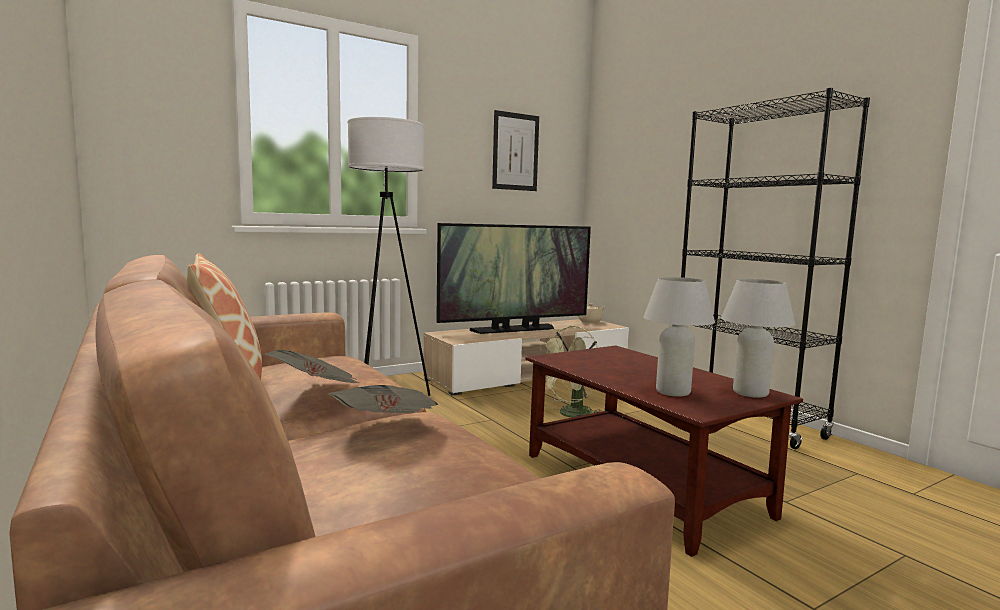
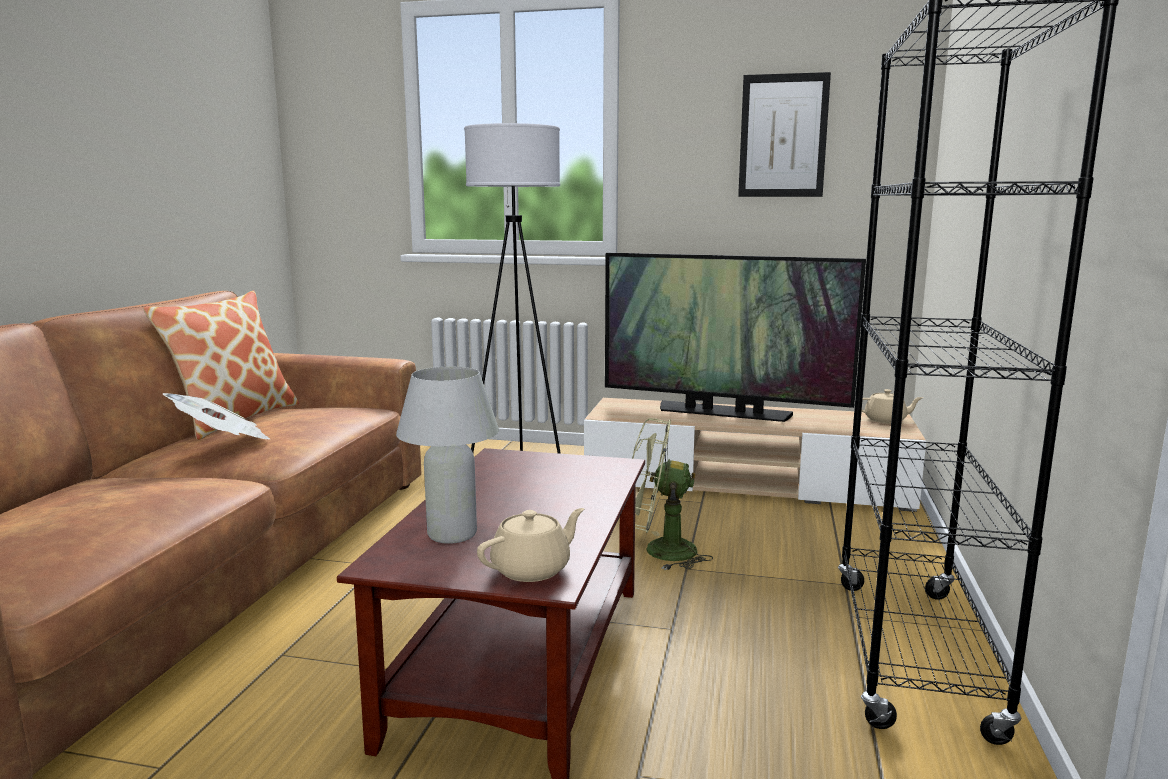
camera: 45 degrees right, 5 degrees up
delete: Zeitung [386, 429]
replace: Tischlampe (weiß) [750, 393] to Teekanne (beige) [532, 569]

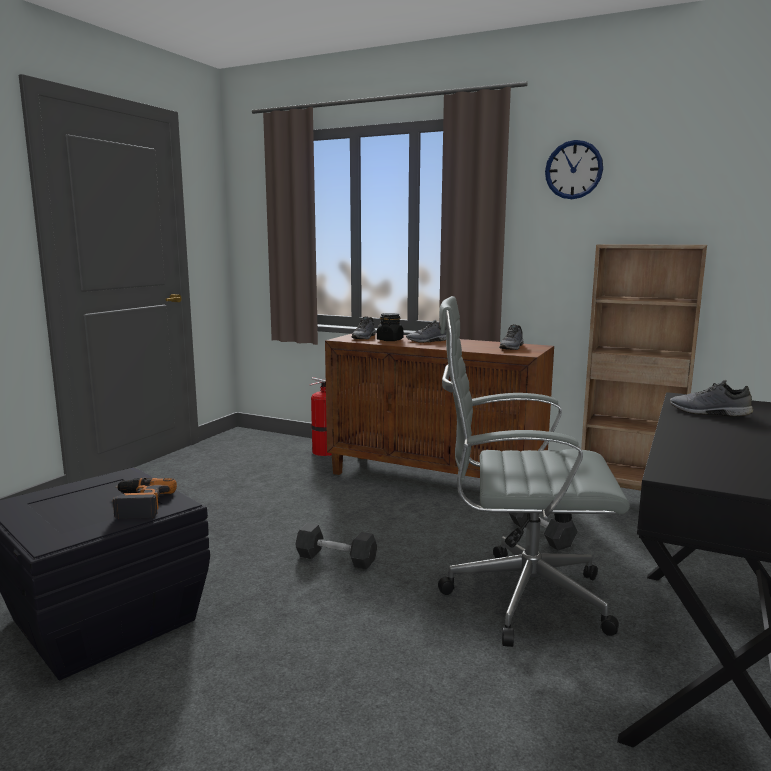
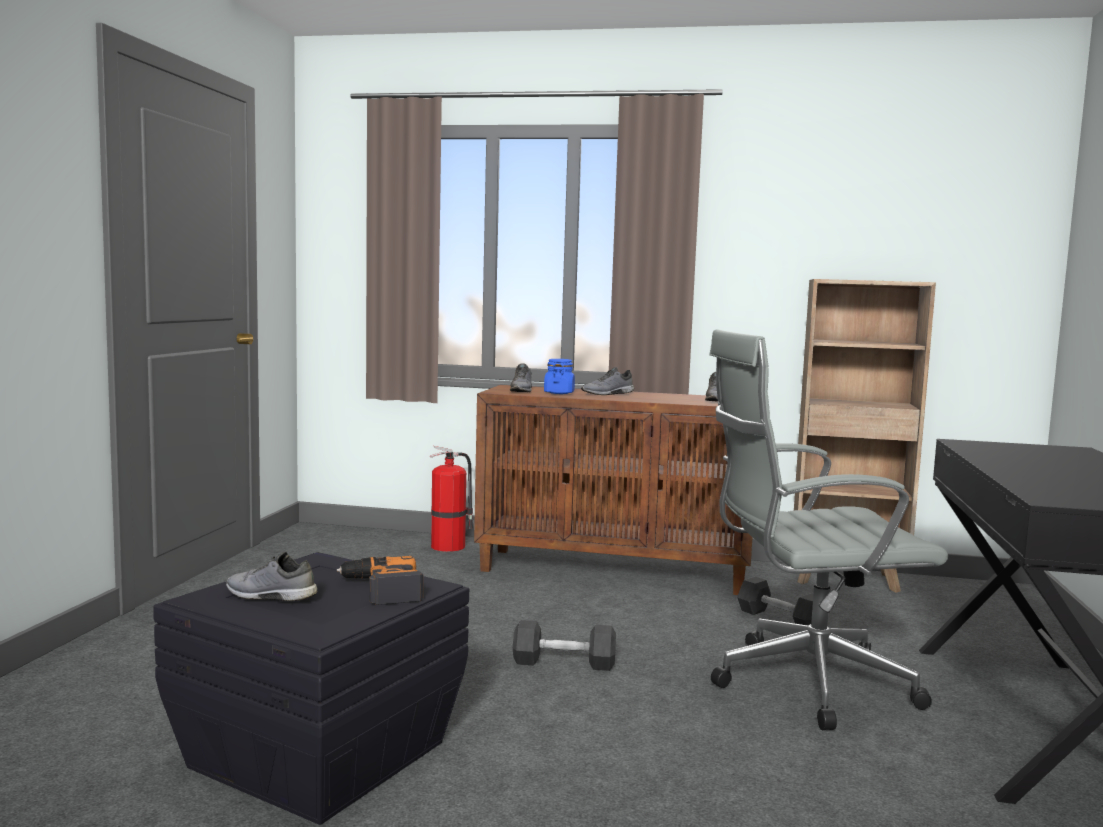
camera: 15 degrees left, 5 degrees down
delete: Wanduhr [573, 170]
move: Schuh (grau) [709, 413] to [269, 596]
recolor: Vorratsglas (schwarz) [390, 340] to Vorratsglas (blau) [559, 393]

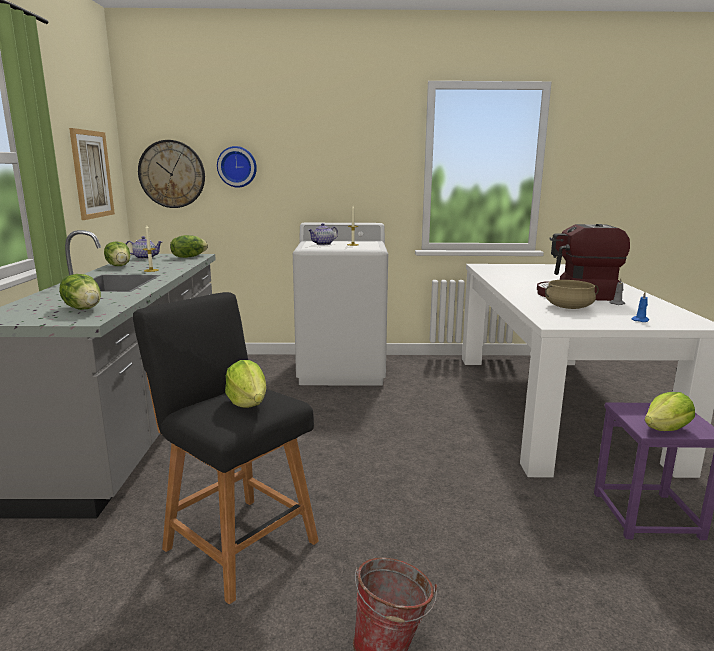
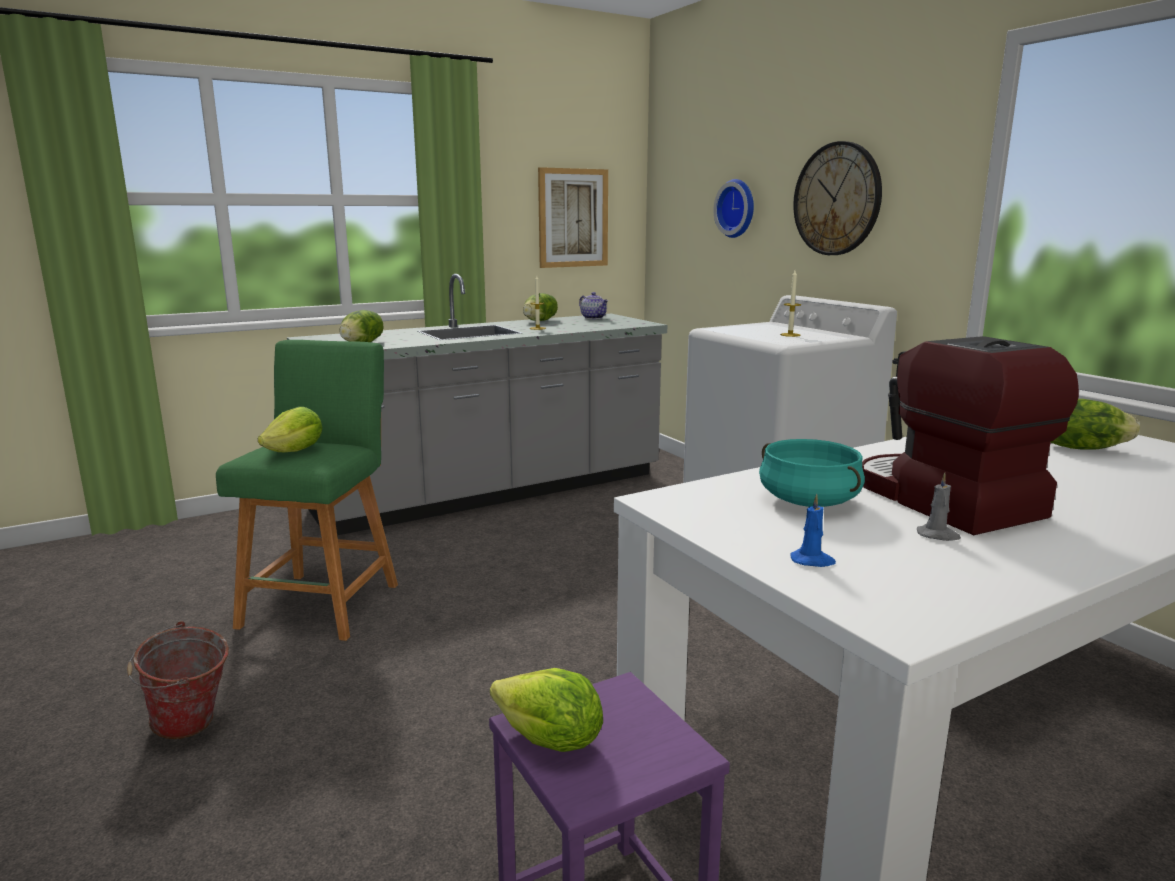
camera: 60 degrees right, 0 degrees up
delete: Teekanne [323, 244]
move: Wanduhr [172, 174] to [837, 199]; Salatkopf [189, 257] to [1080, 448]
recolor: Hocker (schwarz) [236, 542] to Hocker (grün) [324, 602]; Kochtopf (beige) [568, 307] to Kochtopf (türkis) [808, 501]

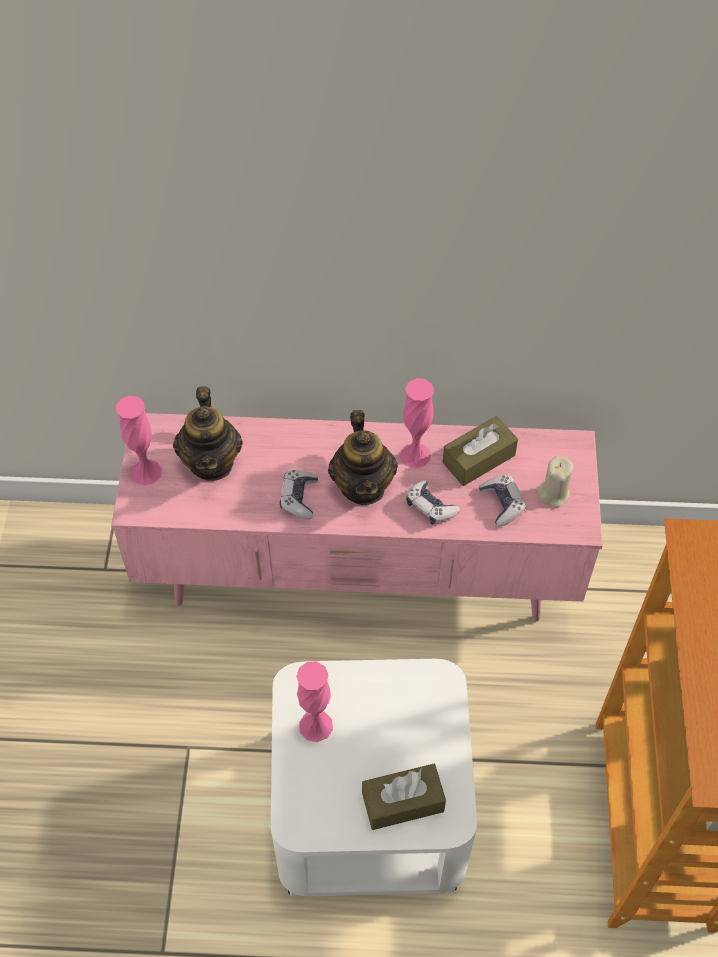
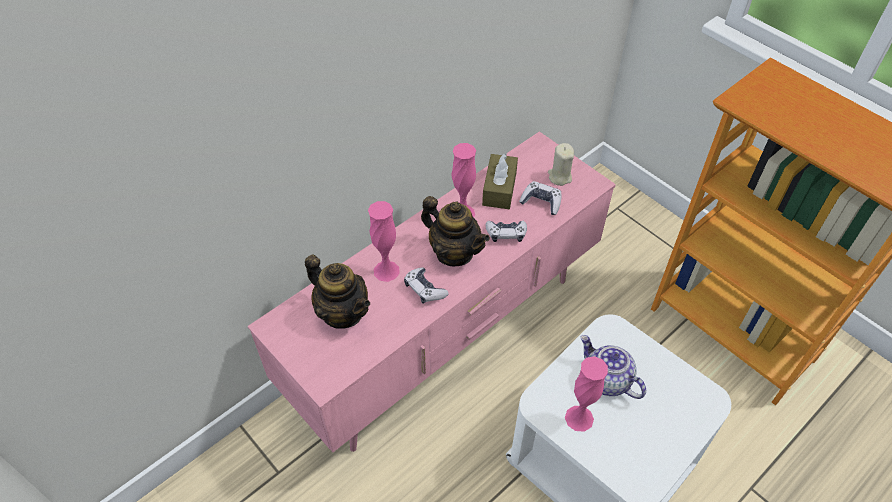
camera: 45 degrees left, 5 degrees down
delete: Taschentuchbox (braun) [403, 802]
insert: Teekanne [606, 380]
move: Vase (rosa) [146, 472] to [386, 271]

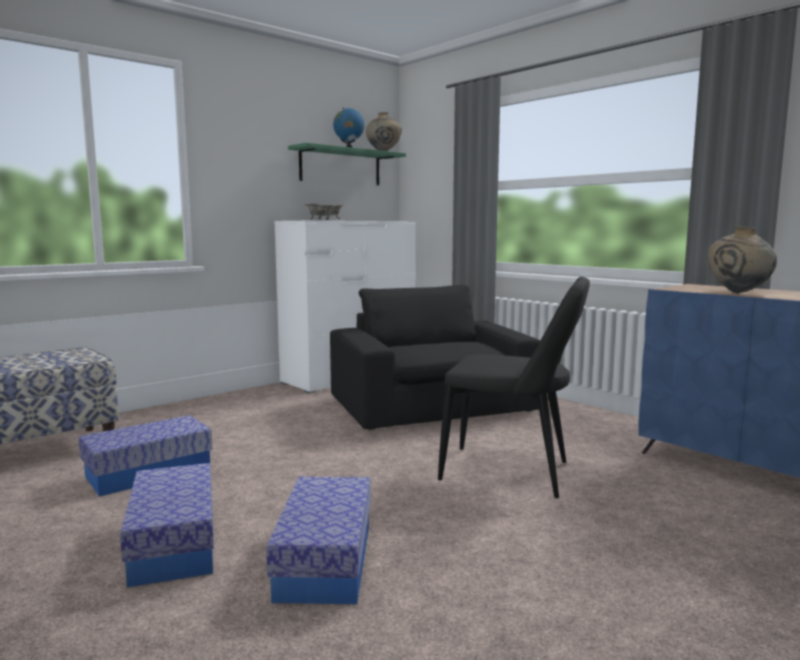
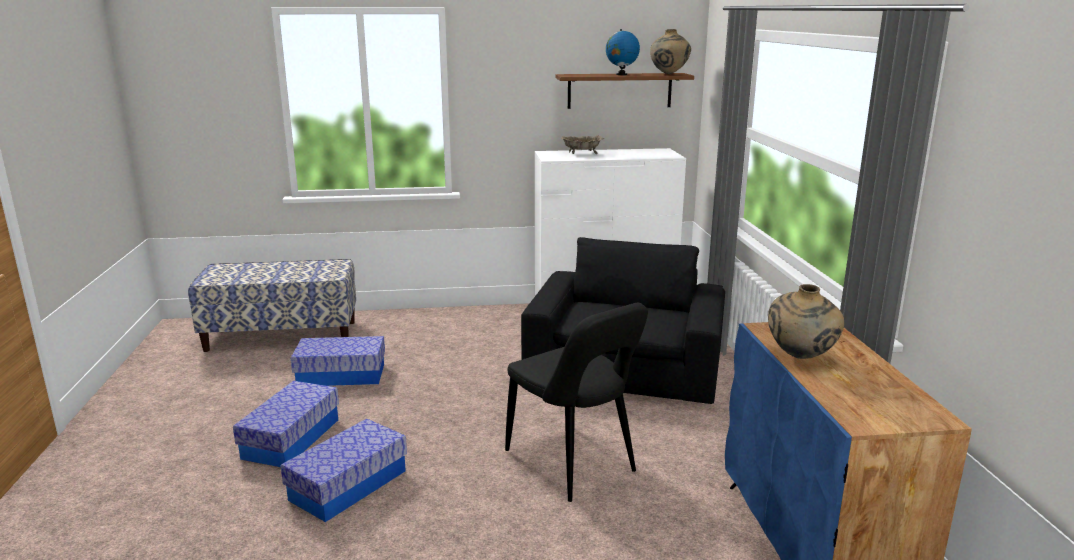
camera: 35 degrees right, 10 degrees up
recolor: Wandregal (grün) [340, 167] to Wandregal (braun) [619, 90]

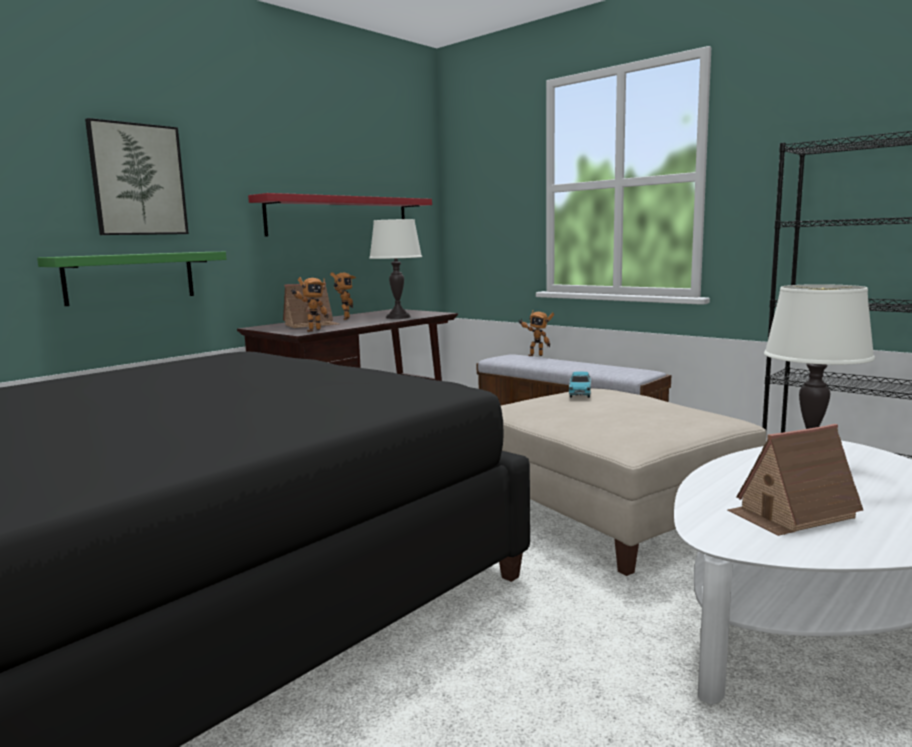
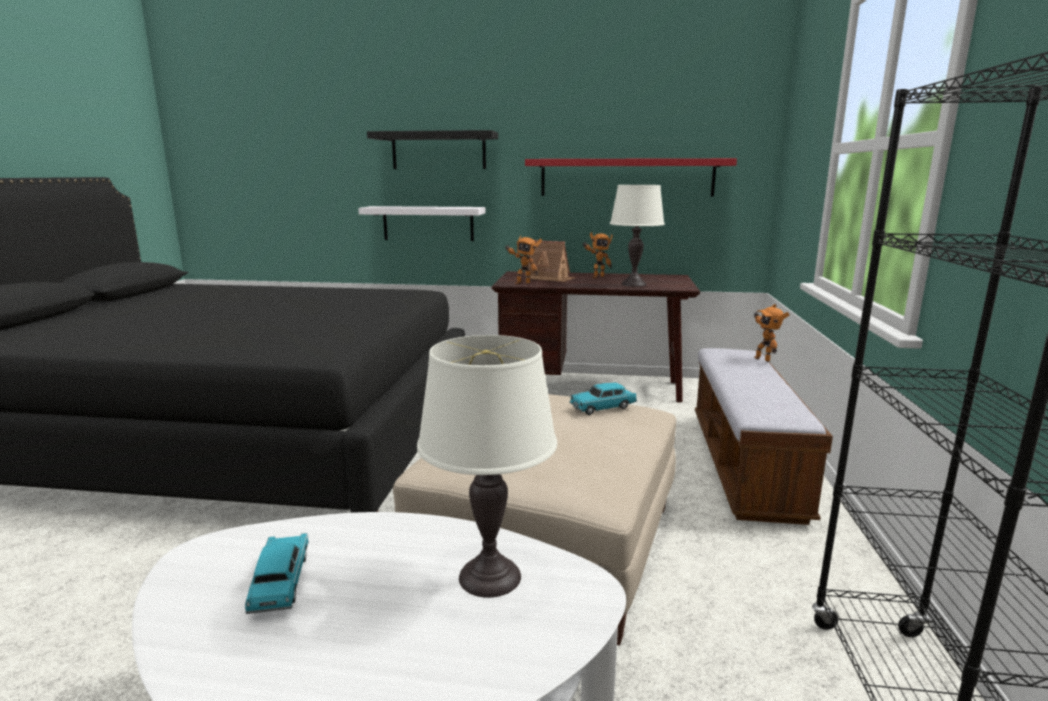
camera: 55 degrees right, 5 degrees up
replace: Bild [138, 180] to Wandregal (schwarz) [438, 151]; Spielzeughaus [792, 514] to Spielzeugauto (türkis) [281, 584]
recolor: Wandregal (grün) [130, 277] to Wandregal (weiß) [428, 223]

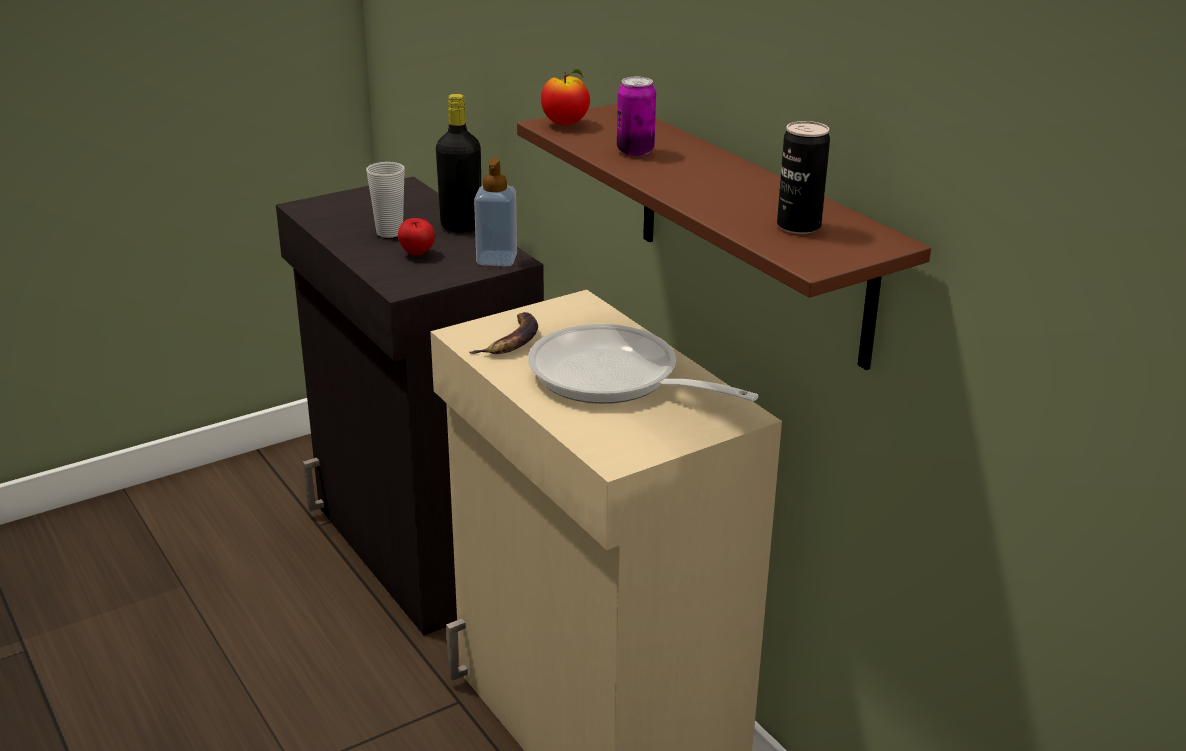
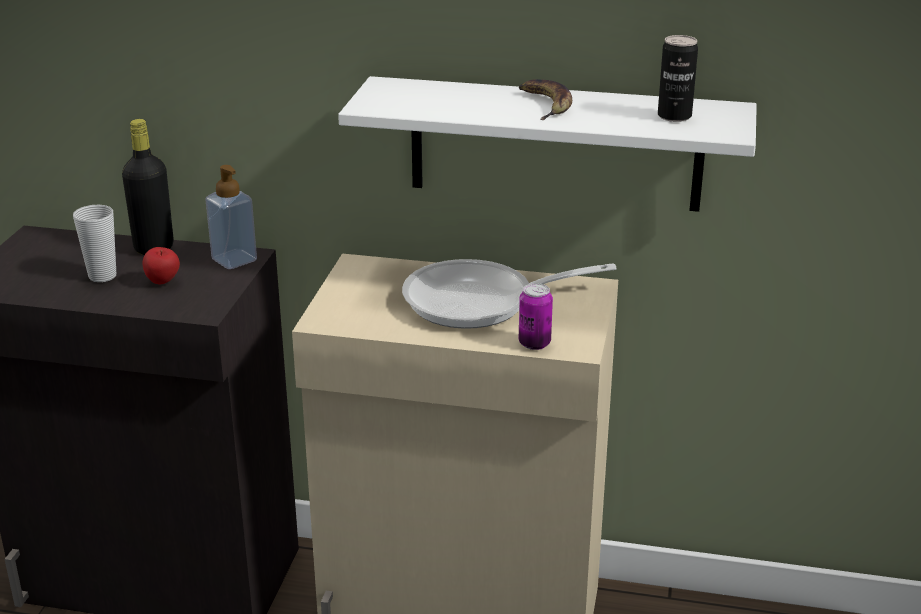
camera: 45 degrees left, 0 degrees up
delete: Apfel [565, 124]
move: Banane [511, 340] to [545, 104]; Dose [635, 151] to [534, 343]
recolor: Wandregal (braun) [752, 232] to Wandregal (weiß) [555, 144]

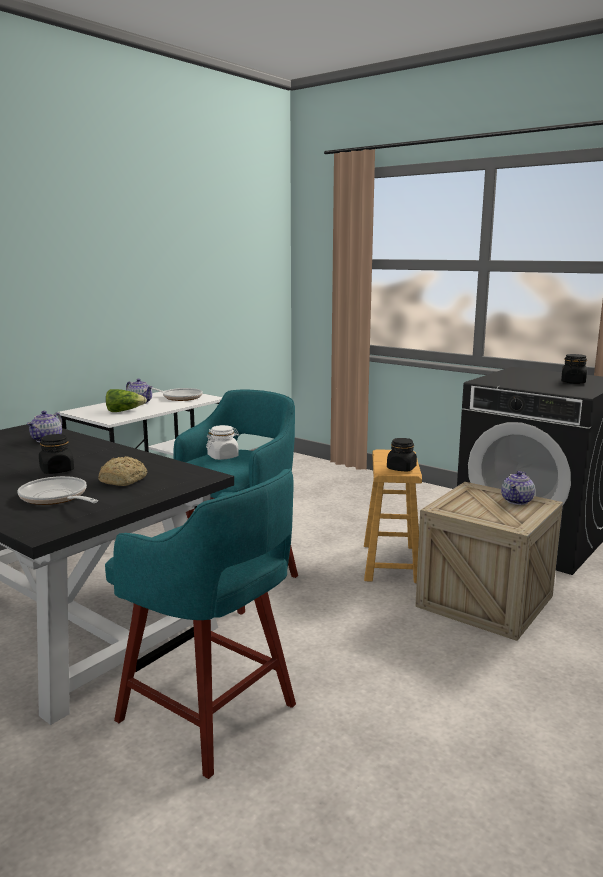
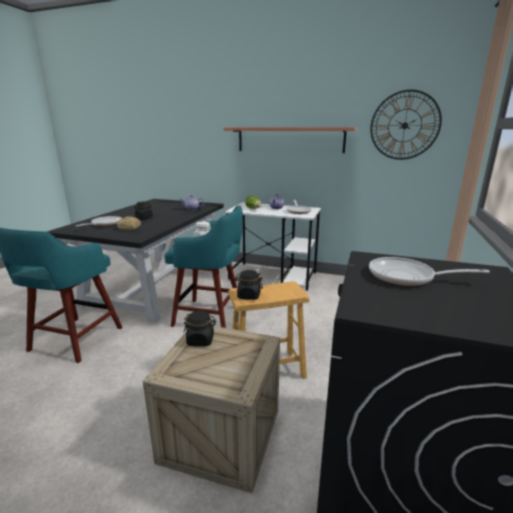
camera: 70 degrees right, 5 degrees up
delete: Teekanne [517, 501]
insert: Wandregal [290, 139]; Pfanne [406, 277]; Wanduhr [404, 125]
move: Vorratsglas (schwarz) [573, 382] to [200, 340]

